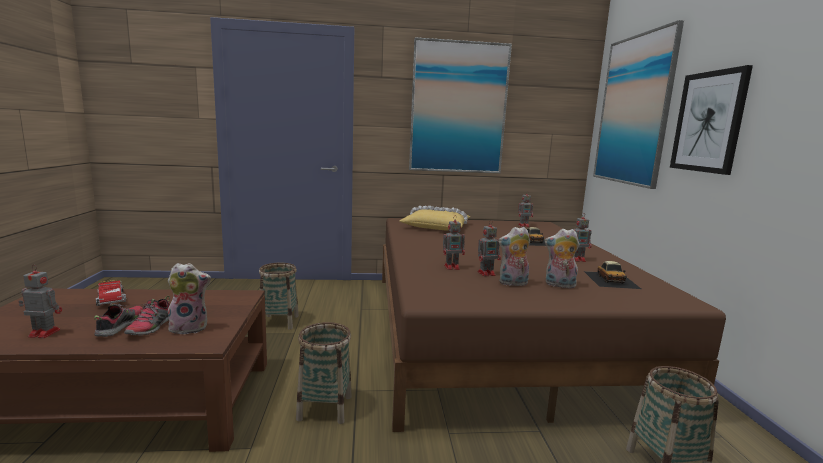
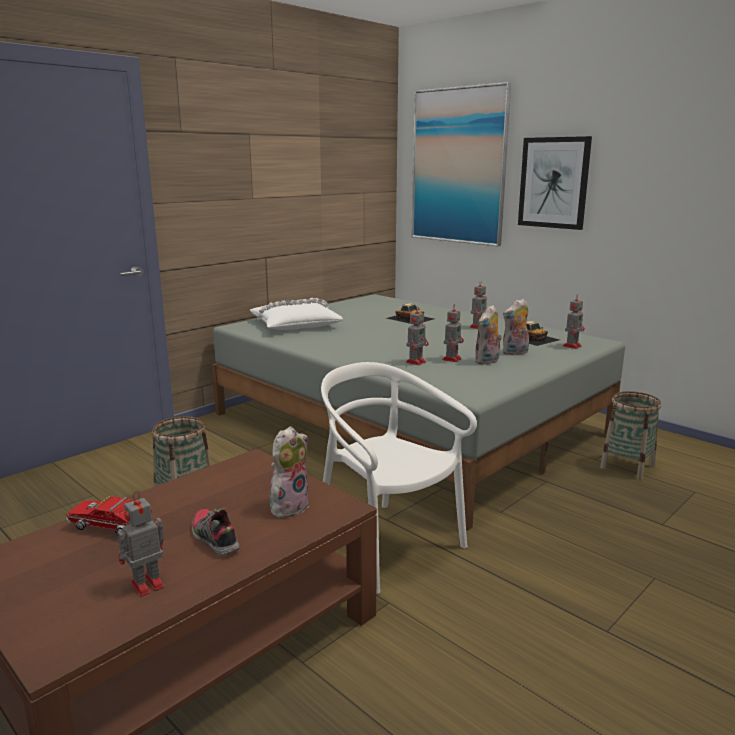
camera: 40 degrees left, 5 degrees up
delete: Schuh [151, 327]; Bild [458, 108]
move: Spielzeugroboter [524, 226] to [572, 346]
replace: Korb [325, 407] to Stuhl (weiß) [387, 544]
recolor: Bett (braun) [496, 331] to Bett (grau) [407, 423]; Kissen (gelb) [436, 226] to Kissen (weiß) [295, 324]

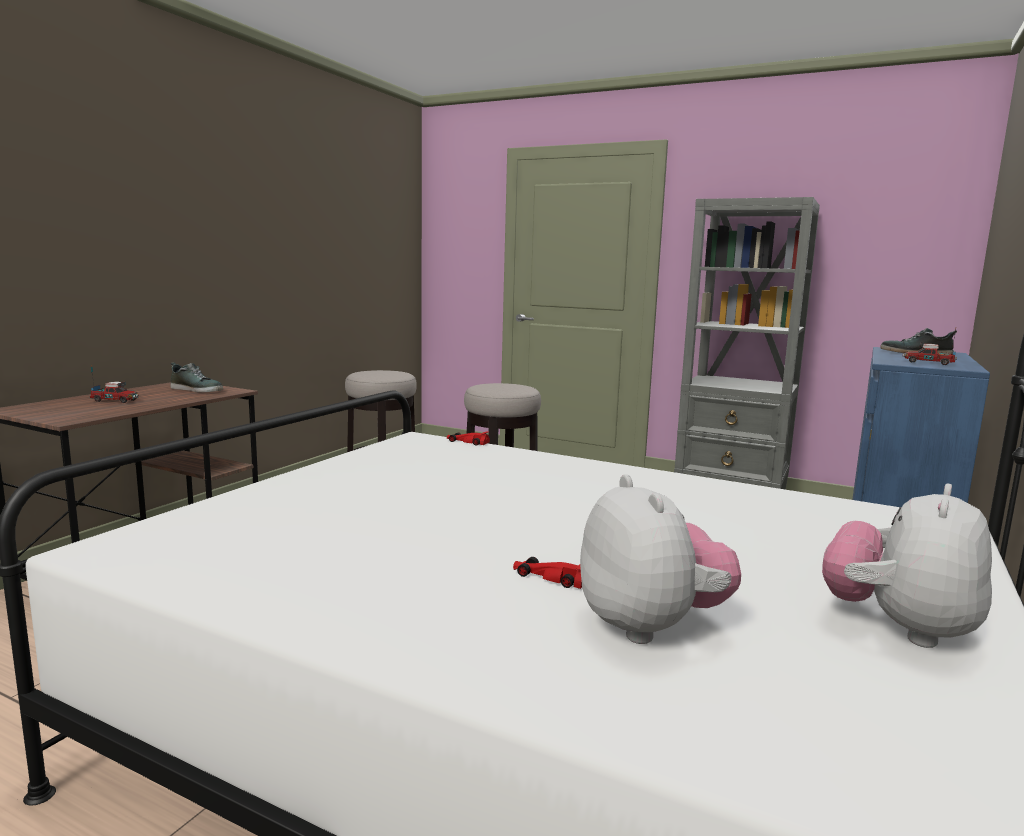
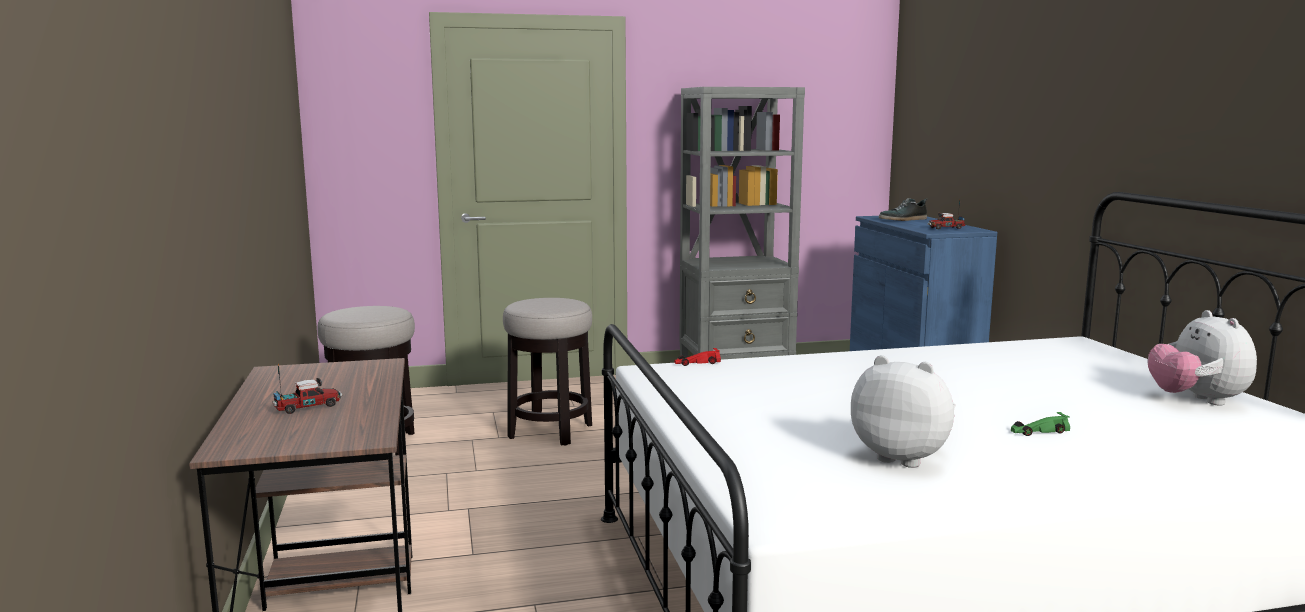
camera: 40 degrees left, 0 degrees up
delete: Schuh [197, 389]
move: Plüschtier [650, 626] to [903, 457]
recolor: Spielzeugauto (rot) [549, 577] to Spielzeugauto (grün) [1038, 431]

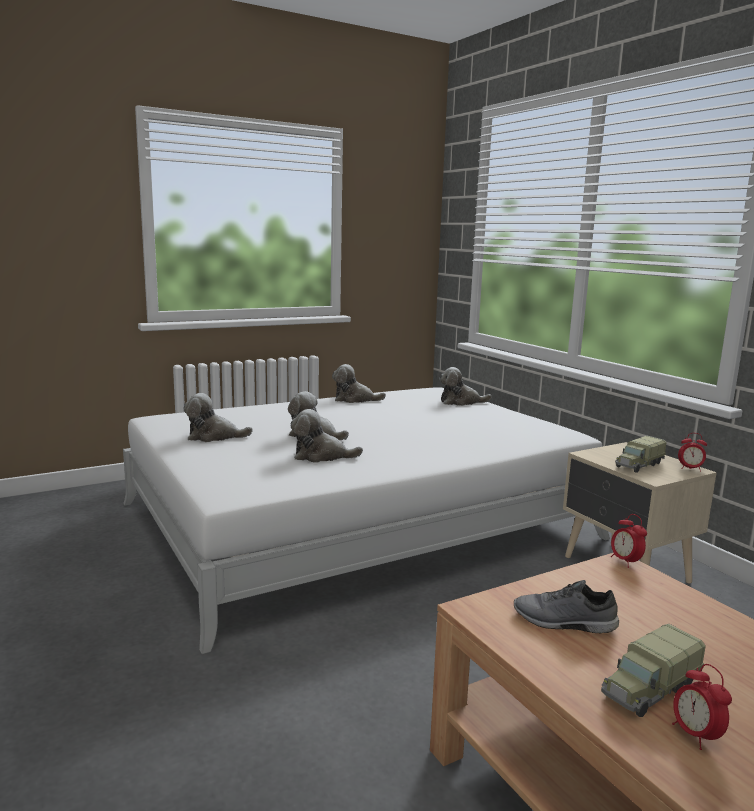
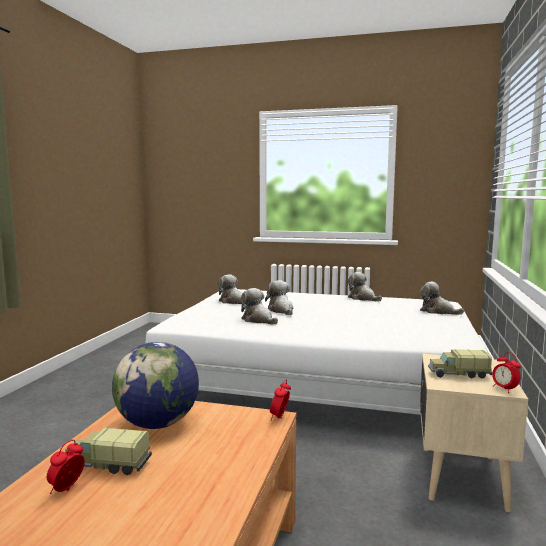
camera: 45 degrees right, 5 degrees down
replace: Schuh (grau) [563, 622] to Globus [158, 424]

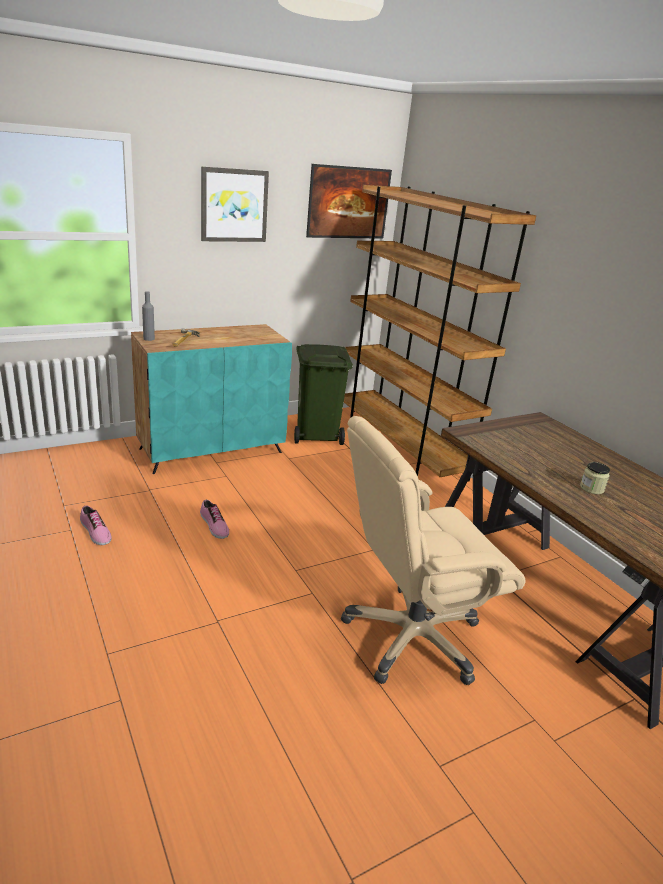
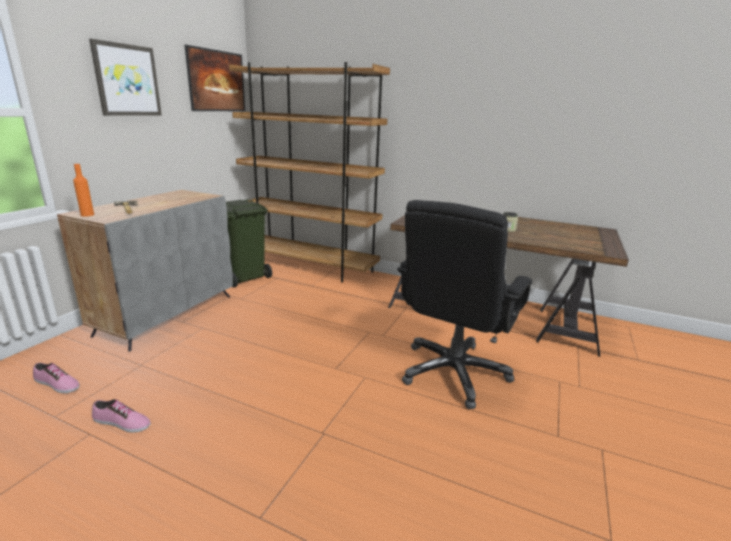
camera: 35 degrees left, 5 degrees down
move: Schuh [213, 525] to [56, 384]
recolor: Schrank (türkis) [212, 450] to Schrank (grau) [167, 314]; Flasche (grau) [149, 339] to Flasche (orange) [87, 215]; Bürostuhl (beige) [411, 637] to Bürostuhl (schwarz) [453, 372]

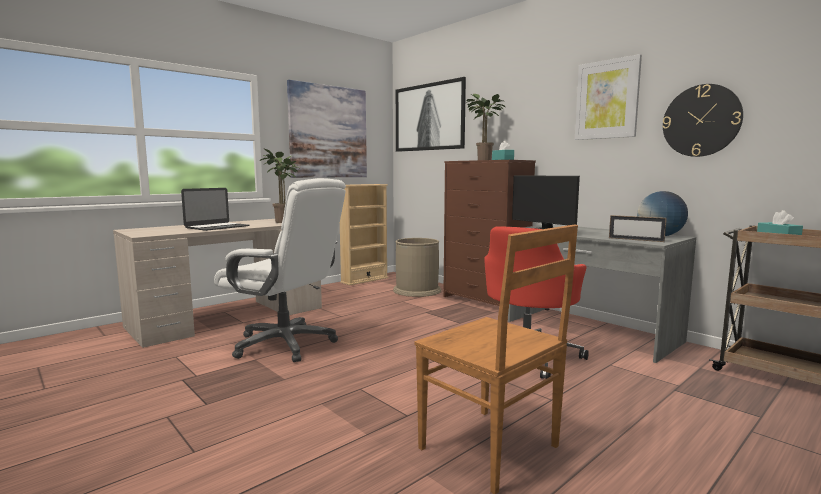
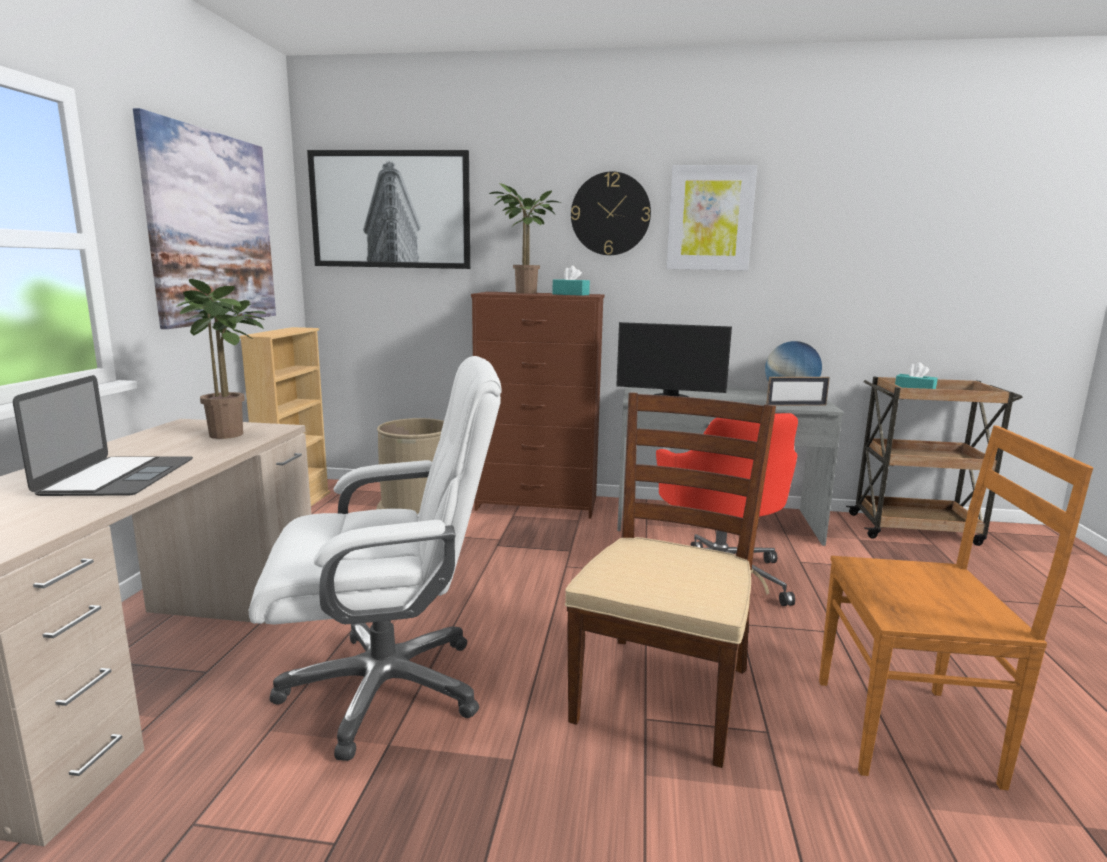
camera: 40 degrees left, 5 degrees up
insert: Stuhl (braun) [663, 692]
move: Wanduhr [701, 121] to [610, 214]

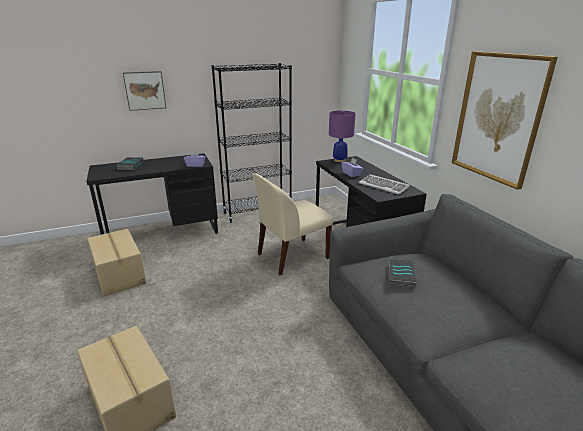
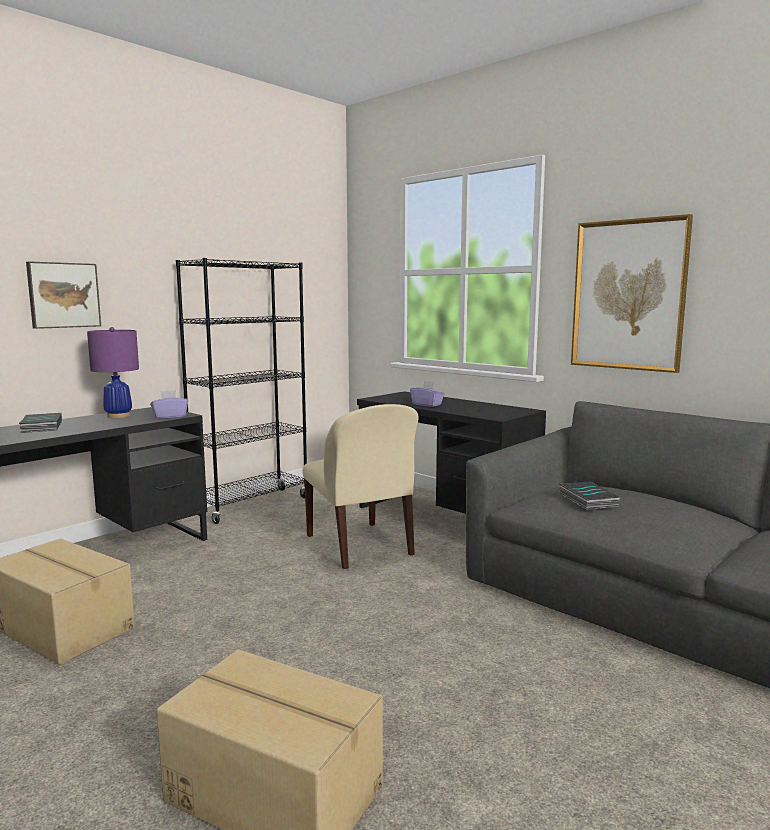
camera: 25 degrees left, 15 degrees down
delete: Tastatur [383, 186]
move: Tischlampe (lila) [340, 160] to [118, 416]
rotate: Stuhl (beige) [291, 257] = [360, 546] 60 degrees counterclockwise

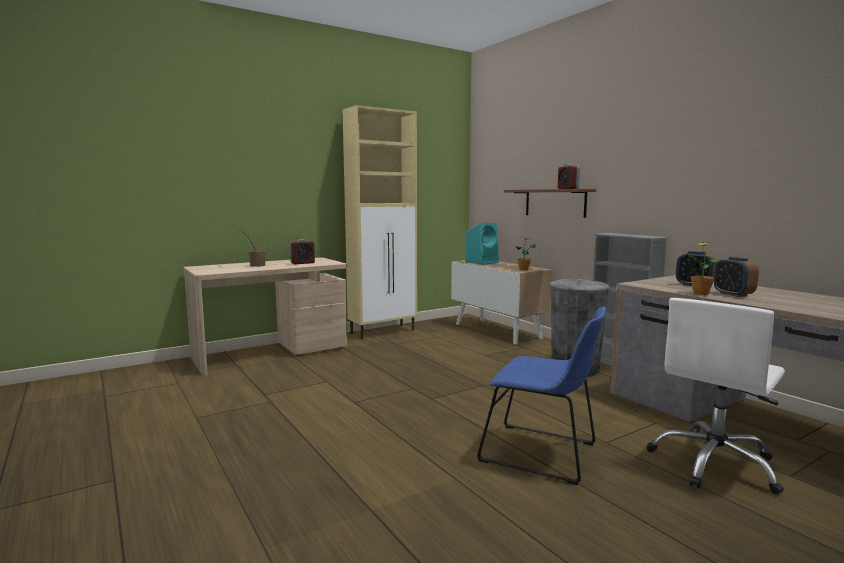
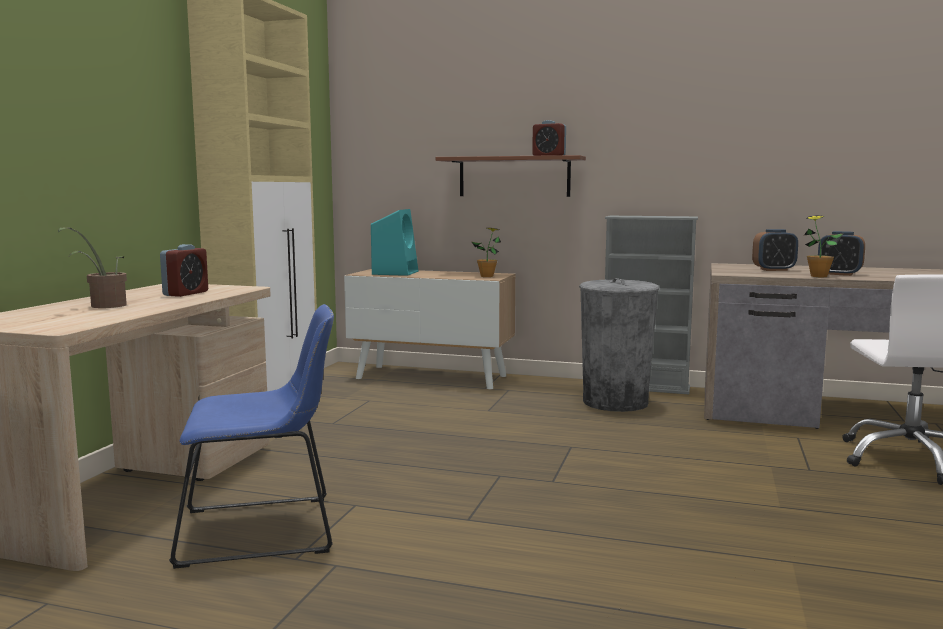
camera: 40 degrees left, 0 degrees up
move: Stuhl (blau) [543, 454] to [265, 530]

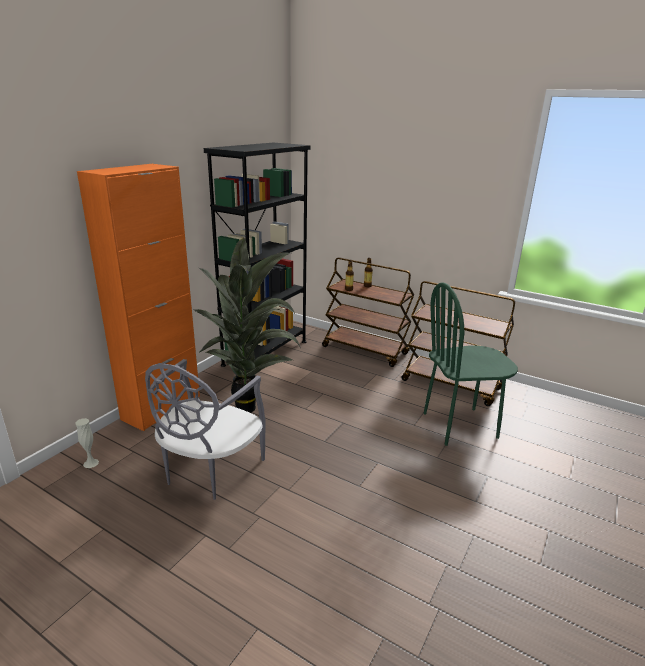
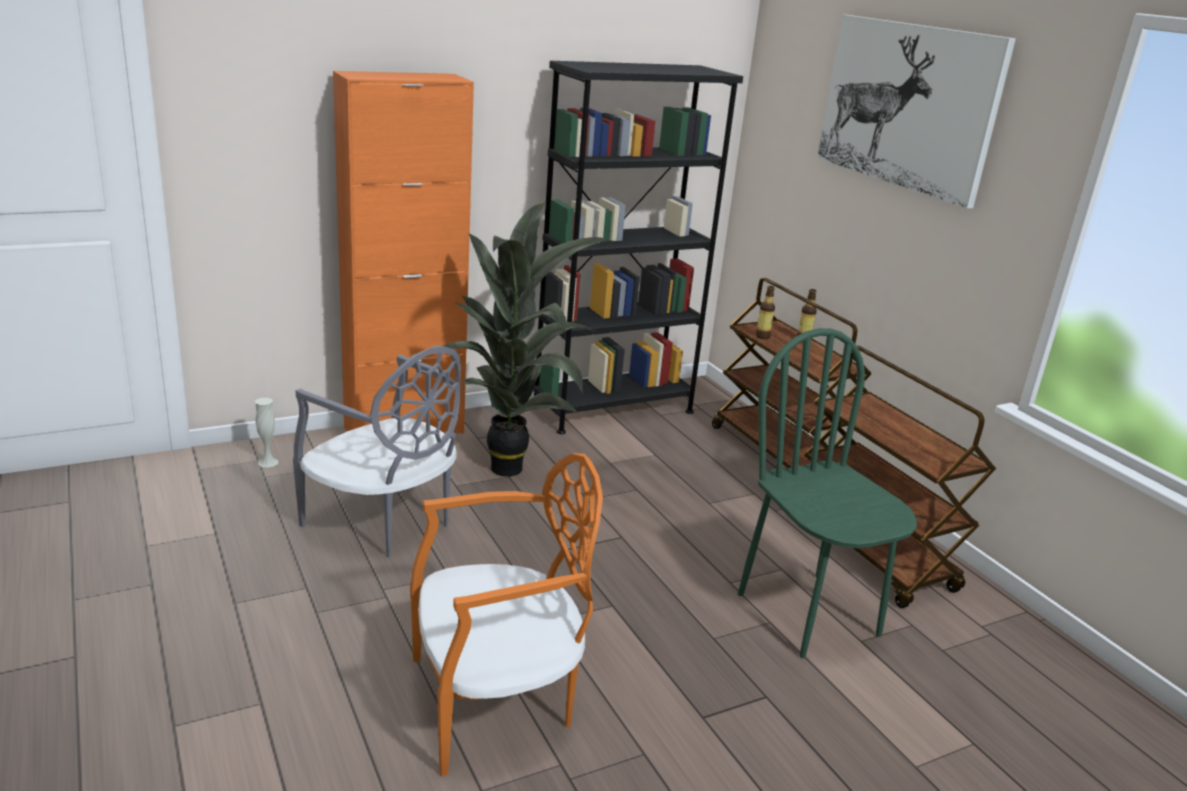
camera: 30 degrees right, 0 degrees up
insert: Stuhl (orange) [495, 702]; Bild [907, 105]
rotate: Stuhl (grau) [209, 470] = [384, 522] 105 degrees counterclockwise; Stuhl (grün) [460, 425] = [809, 614] 45 degrees clockwise

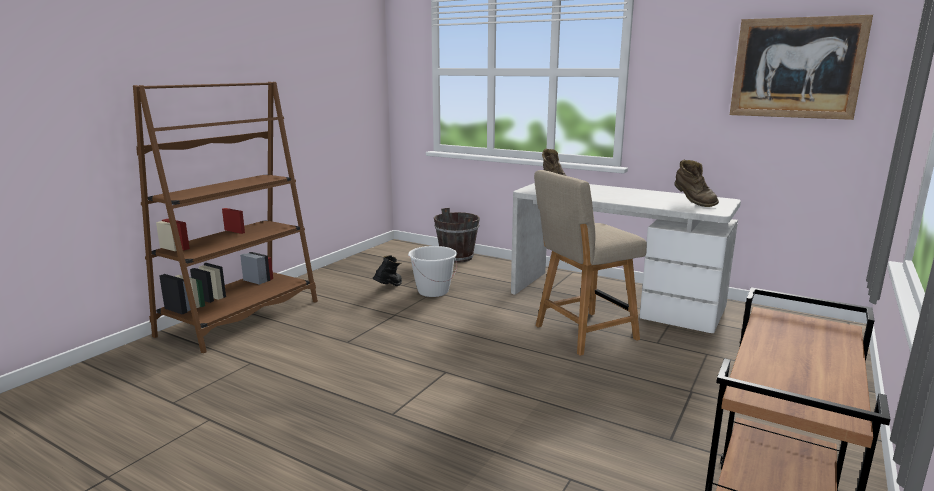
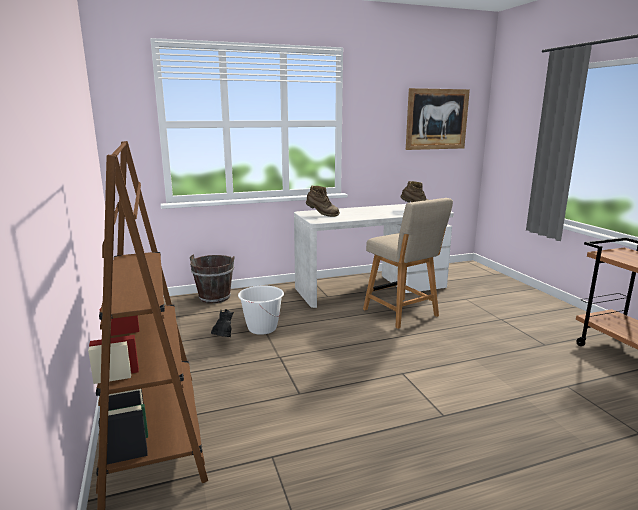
camera: 50 degrees left, 0 degrees up
rotate: Stuhl (beige) [582, 333] = [402, 314] 45 degrees counterclockwise

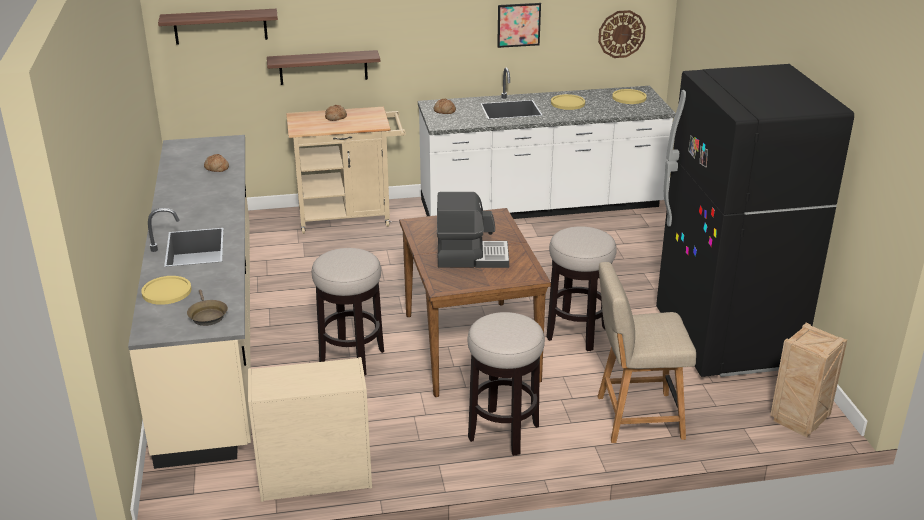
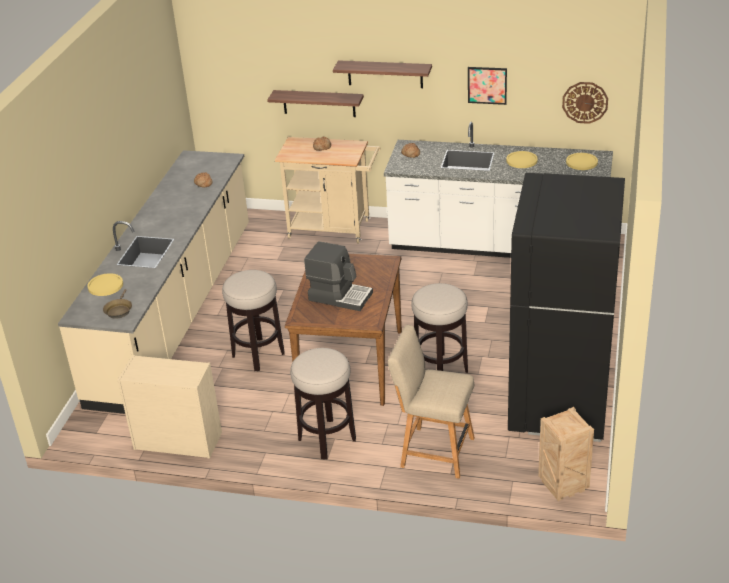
camera: 25 degrees right, 5 degrees up
move: Wandregal [220, 26] to [385, 74]

